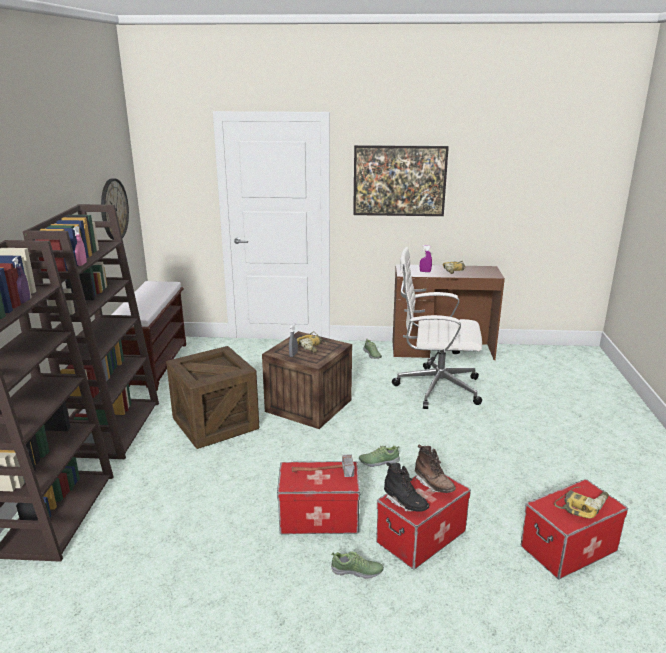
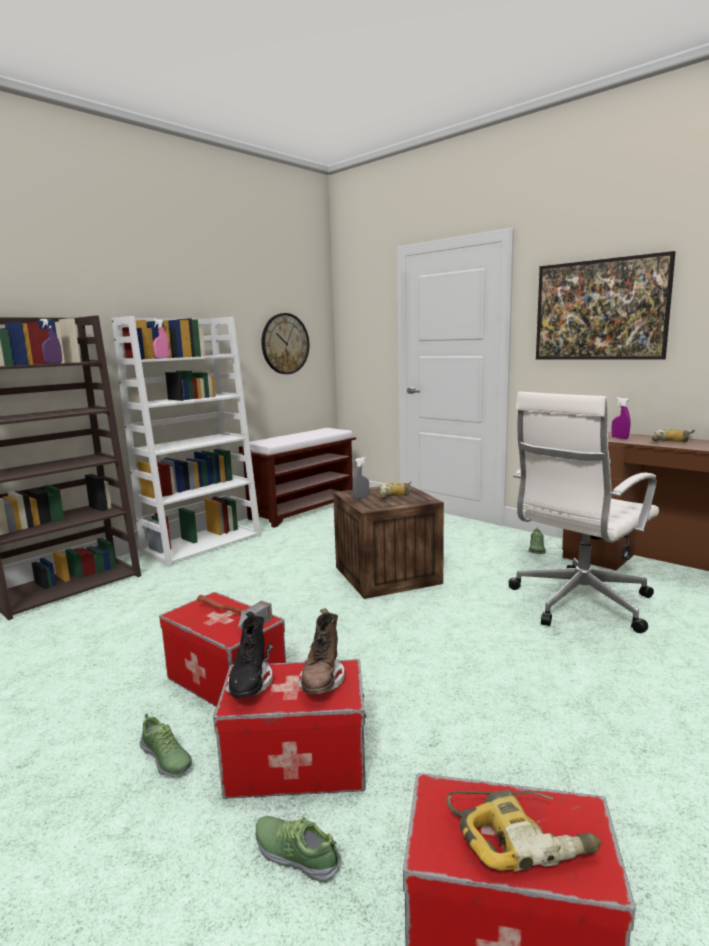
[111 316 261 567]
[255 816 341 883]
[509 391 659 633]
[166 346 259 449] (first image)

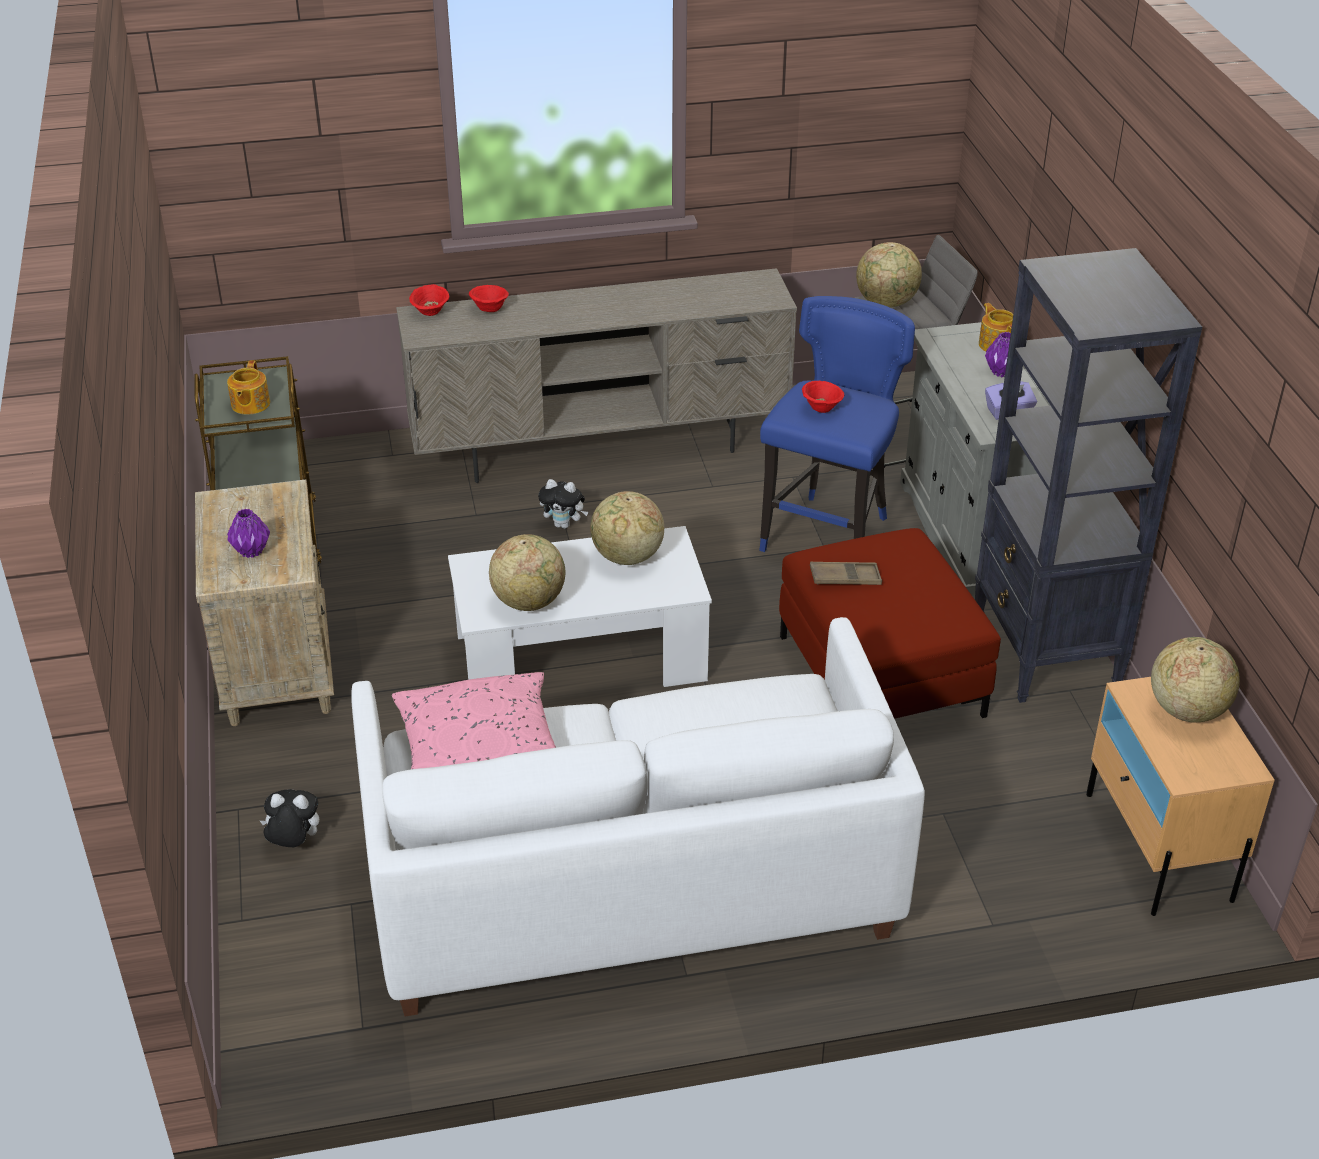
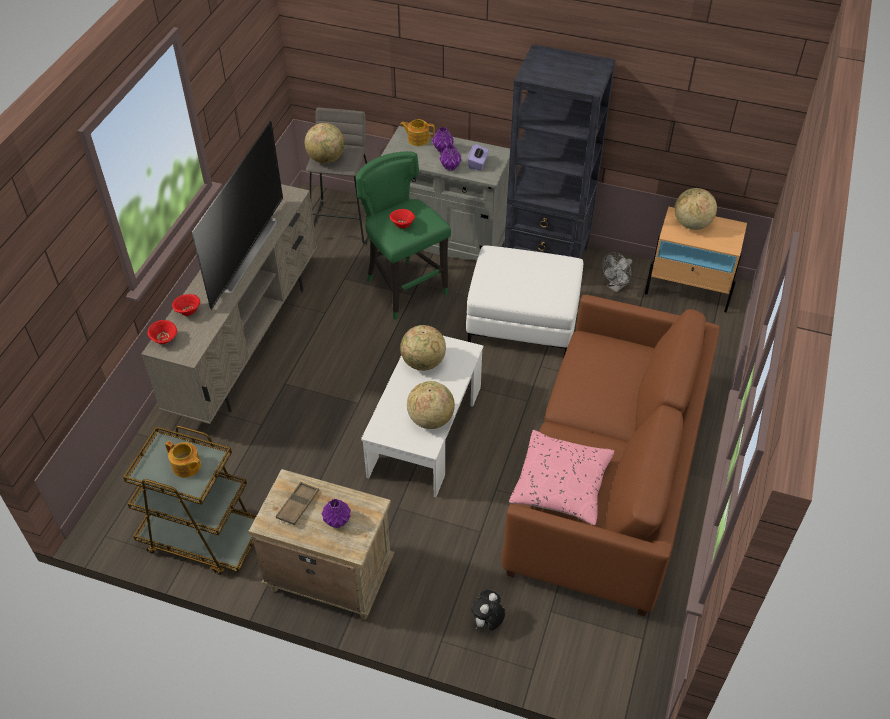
[191 121 283 310]
[276 482 319 525]
[356 151 451 320]
[439 145 462 171]
[466 246 583 356]
[501 295 719 616]
[602 252 632 293]
[538 479 588 529] (first image)

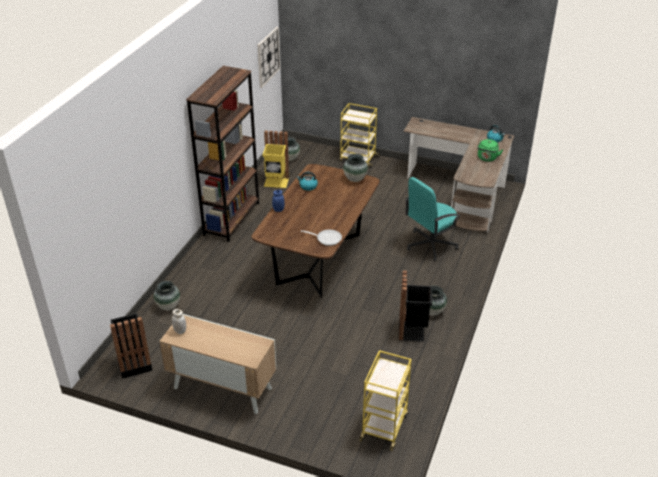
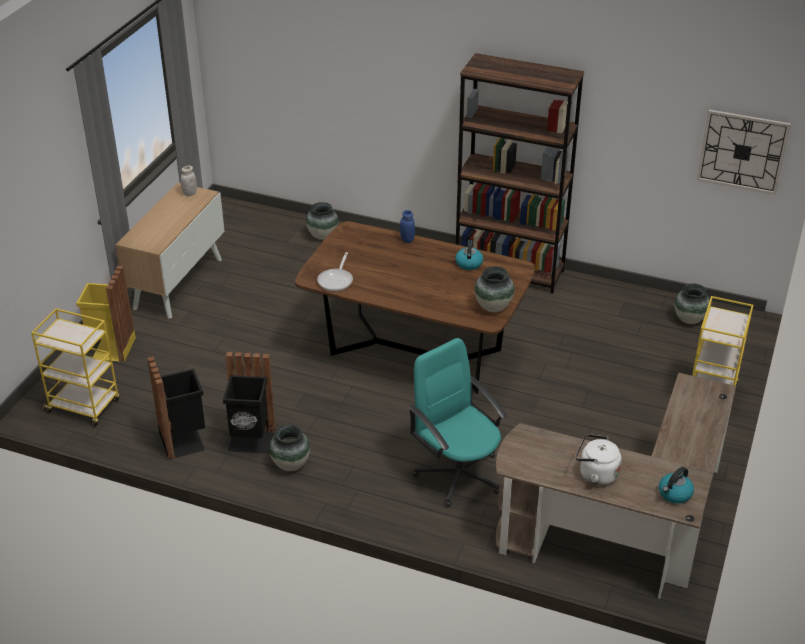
[76 265 136 362]
[147 356 205 460]
[576 434 622 485]

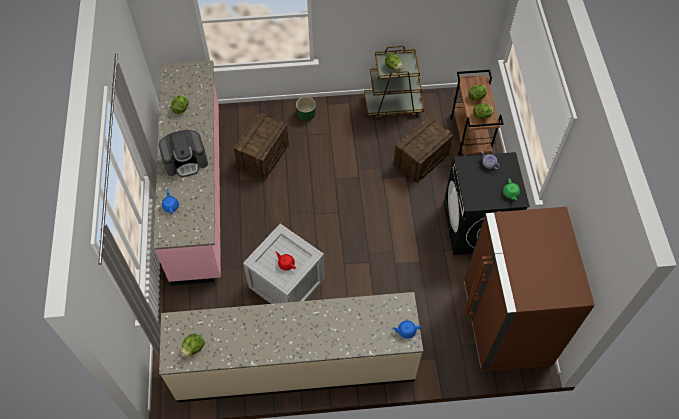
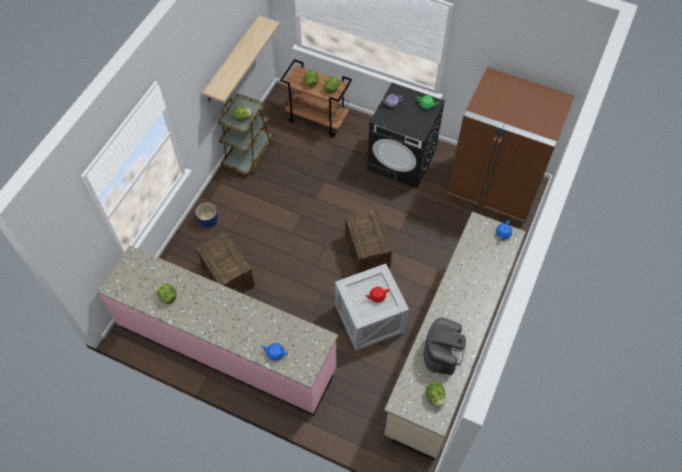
[196 203 218 228]
[202 16 280 103]
[345 209 392 274]
[423 318 466 375]

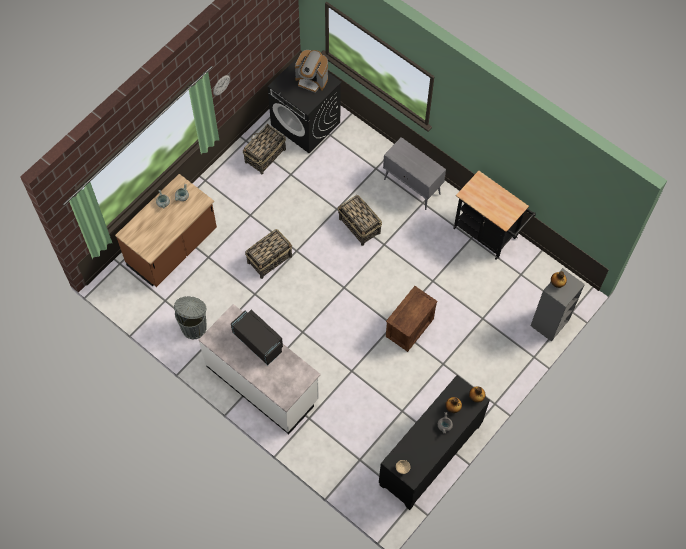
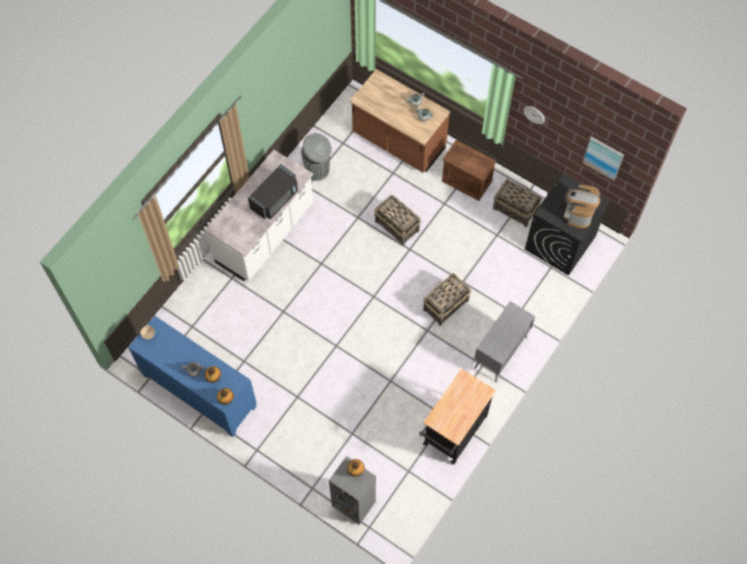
[128 316 257 437]
[442 140 497 201]
[582 136 624 181]

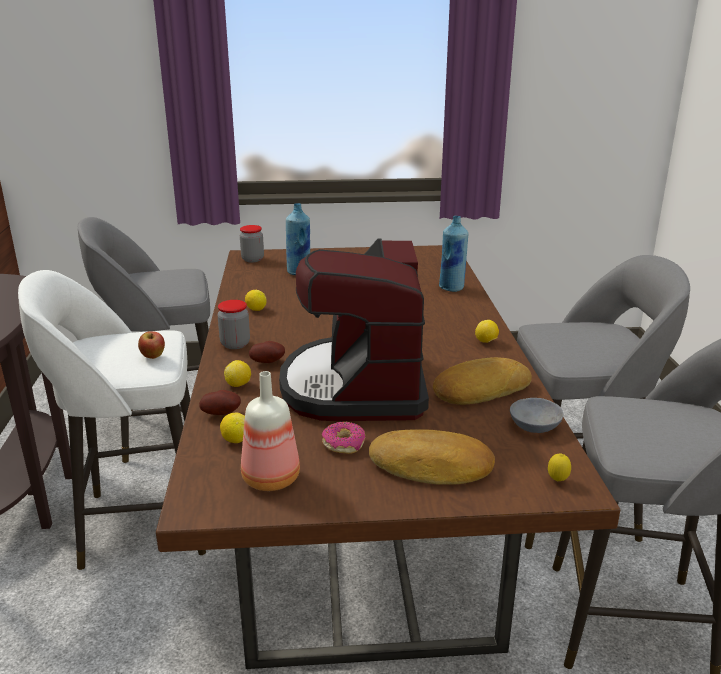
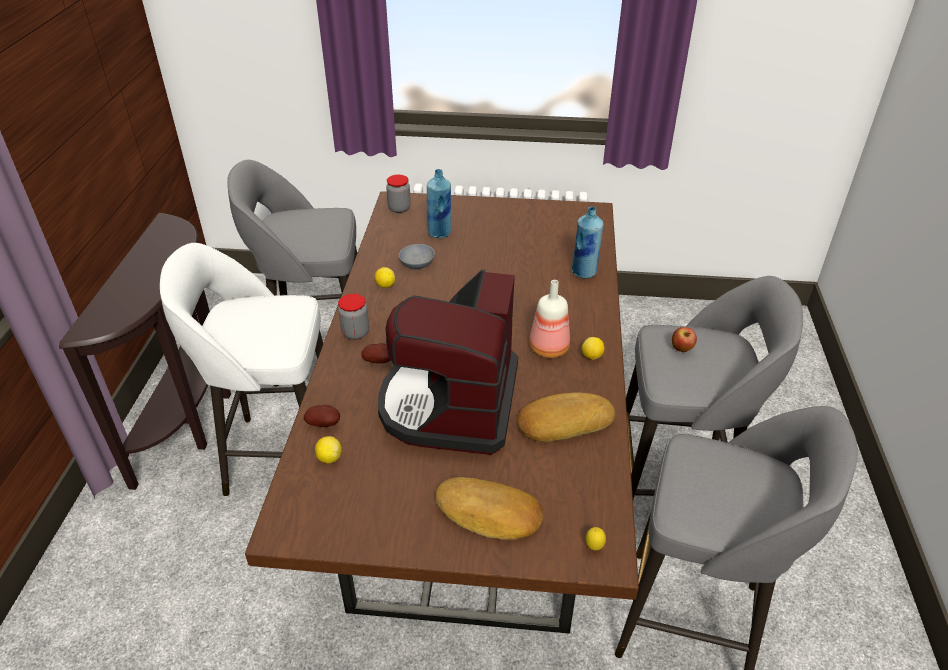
[399 244 435 269]
[529 280 570 358]
[672 327 697 352]
[224 360 251 387] (first image)
[322 422 365 454] (first image)

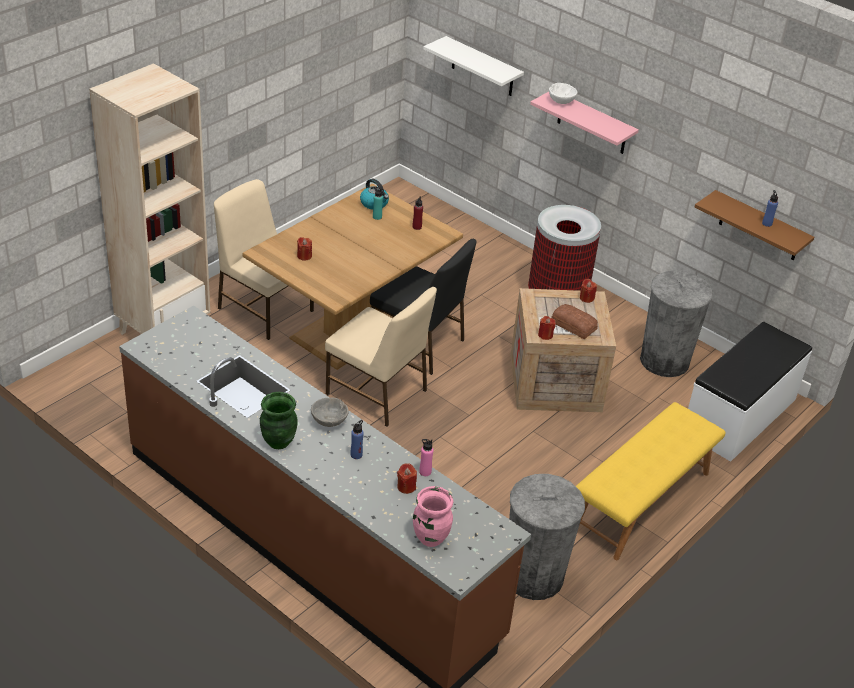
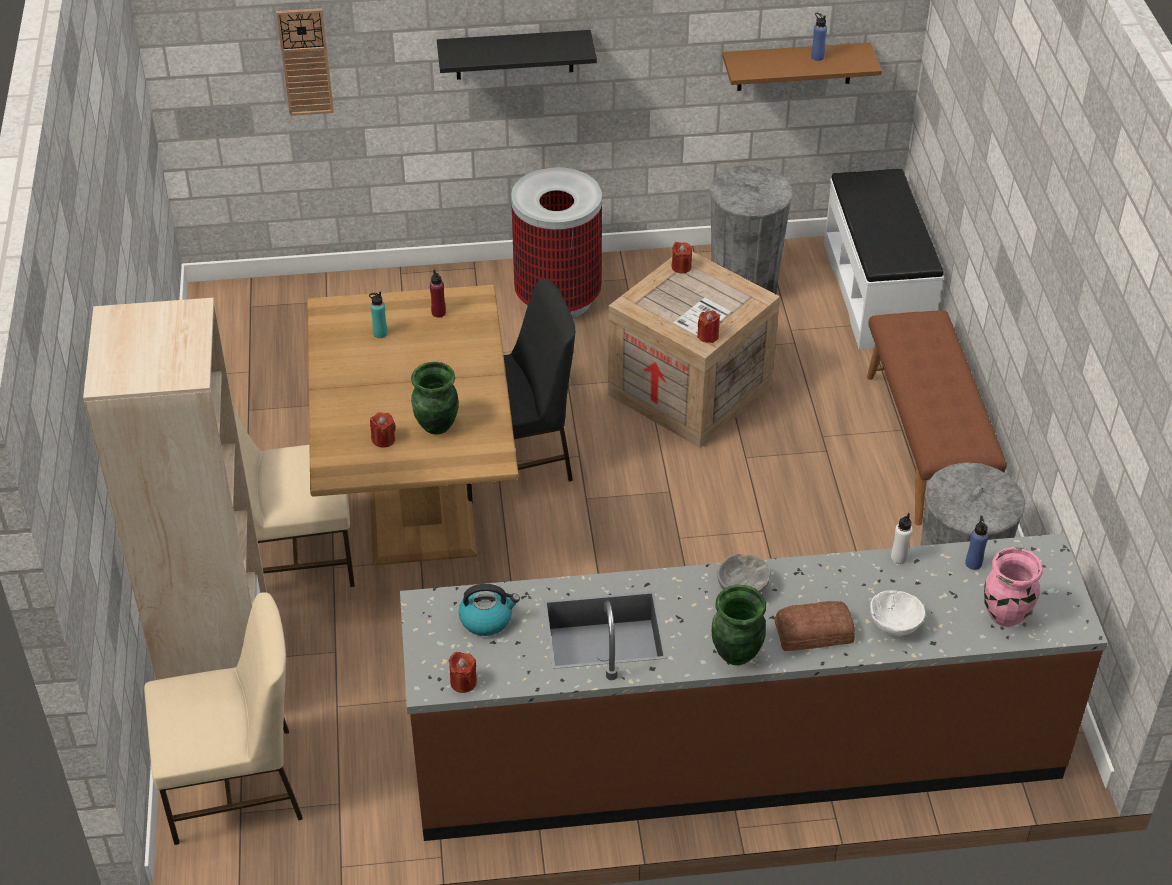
[144 592 303 845]
[276 8 334 116]
[411 362 459 435]
[437 30 597 80]
[449 652 477 693]
[459 584 520 636]
[774 601 855 651]
[867 310 1007 525]
[870 590 925 636]
[891 513 913 564]
[965 516 989 570]

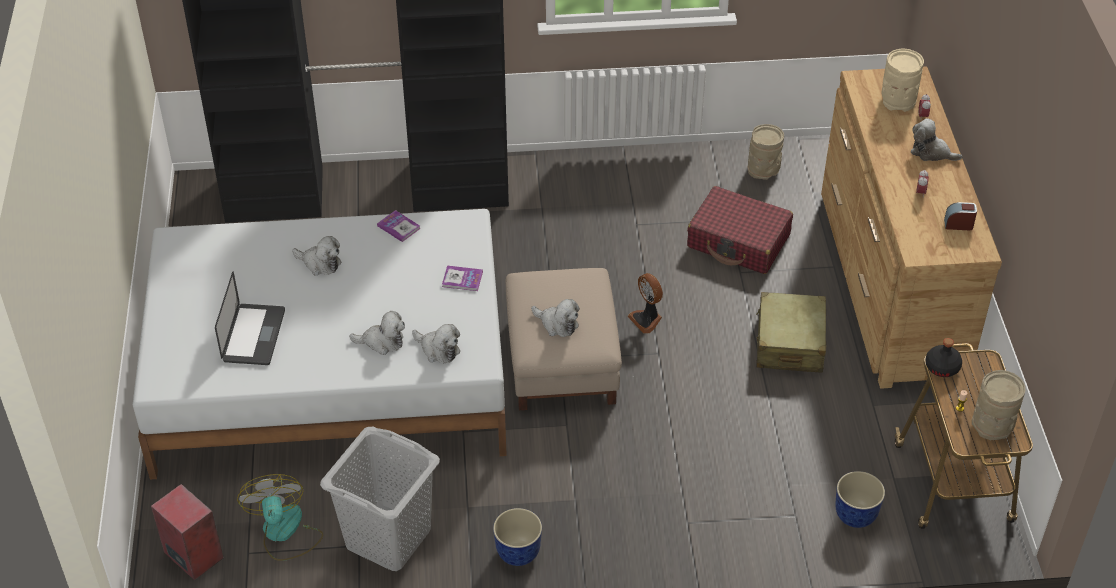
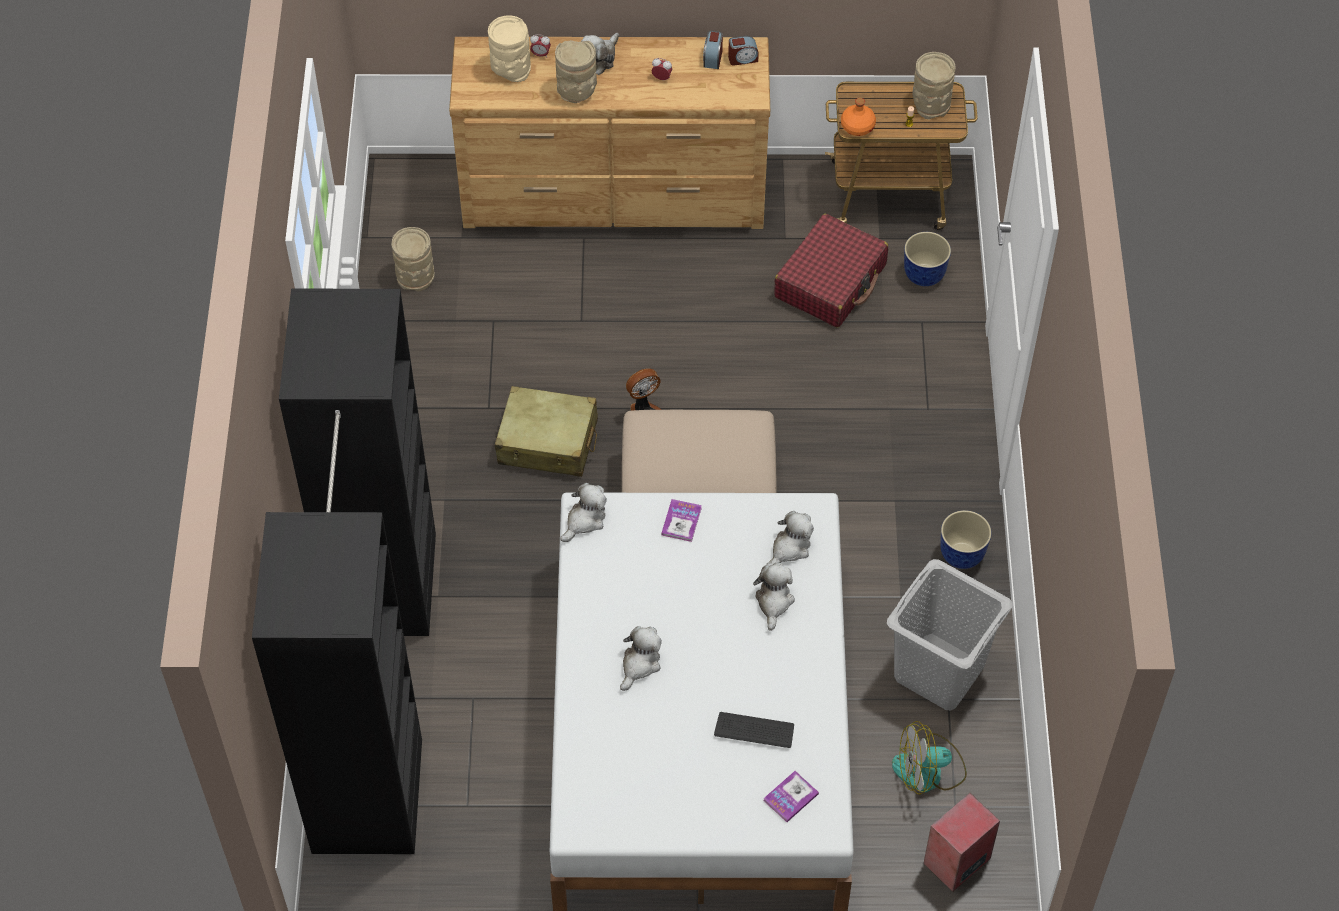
[495 386 598 477]
[555 40 597 103]
[560 483 607 542]
[714 712 794 748]
[728 36 759 66]
[763 771 819 822]
[774 214 888 328]
[841 98 876 136]

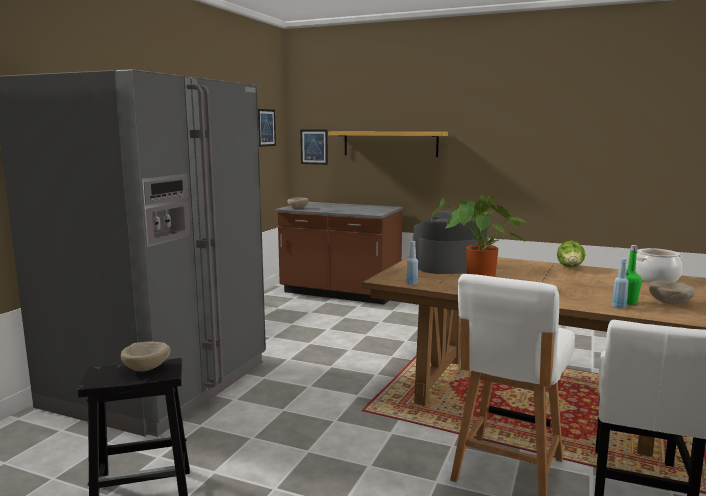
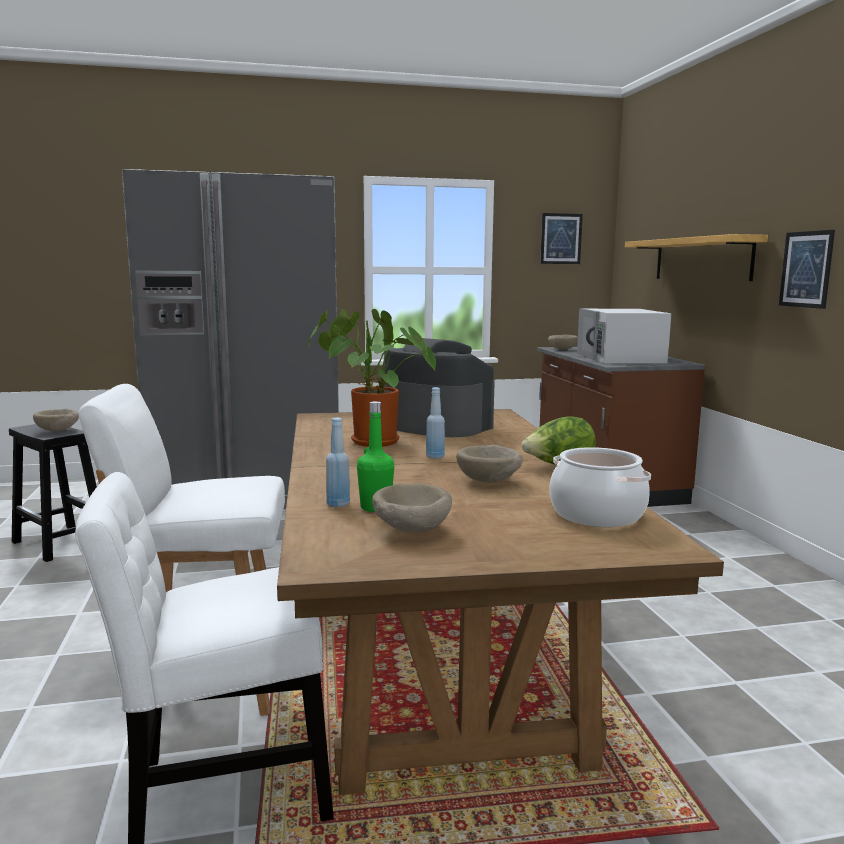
[426 387 445 459]
[456 445 523 482]
[577 309 671 363]
[779 230 835 309]

